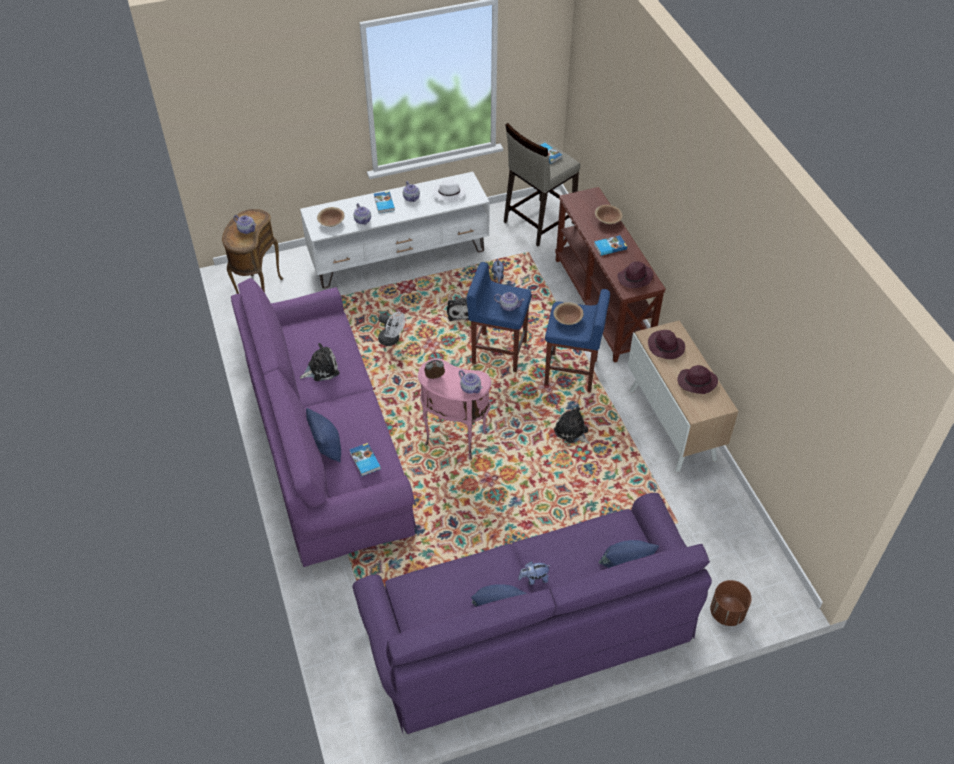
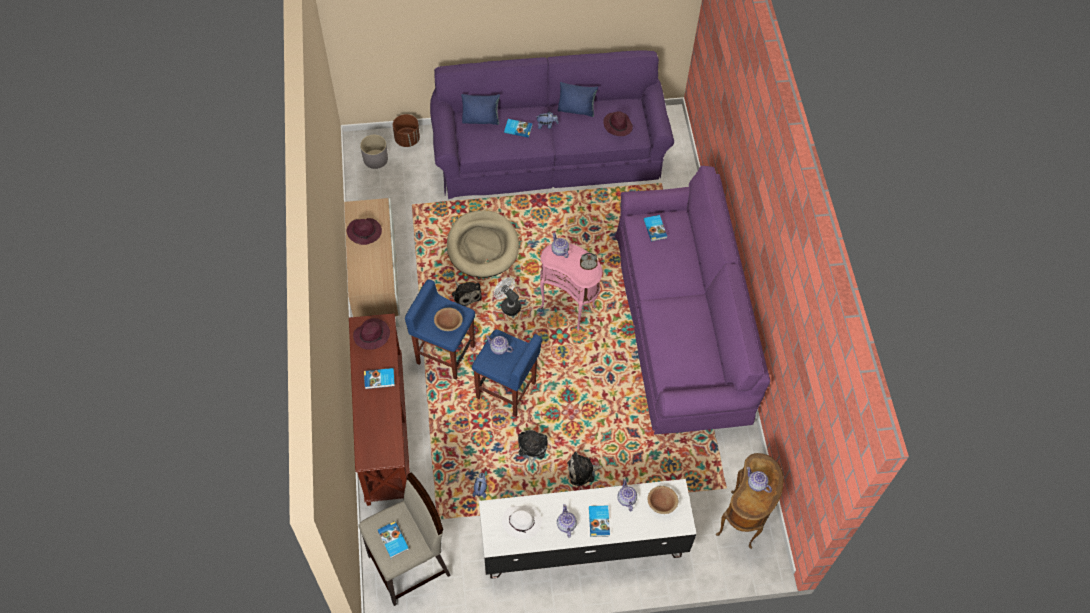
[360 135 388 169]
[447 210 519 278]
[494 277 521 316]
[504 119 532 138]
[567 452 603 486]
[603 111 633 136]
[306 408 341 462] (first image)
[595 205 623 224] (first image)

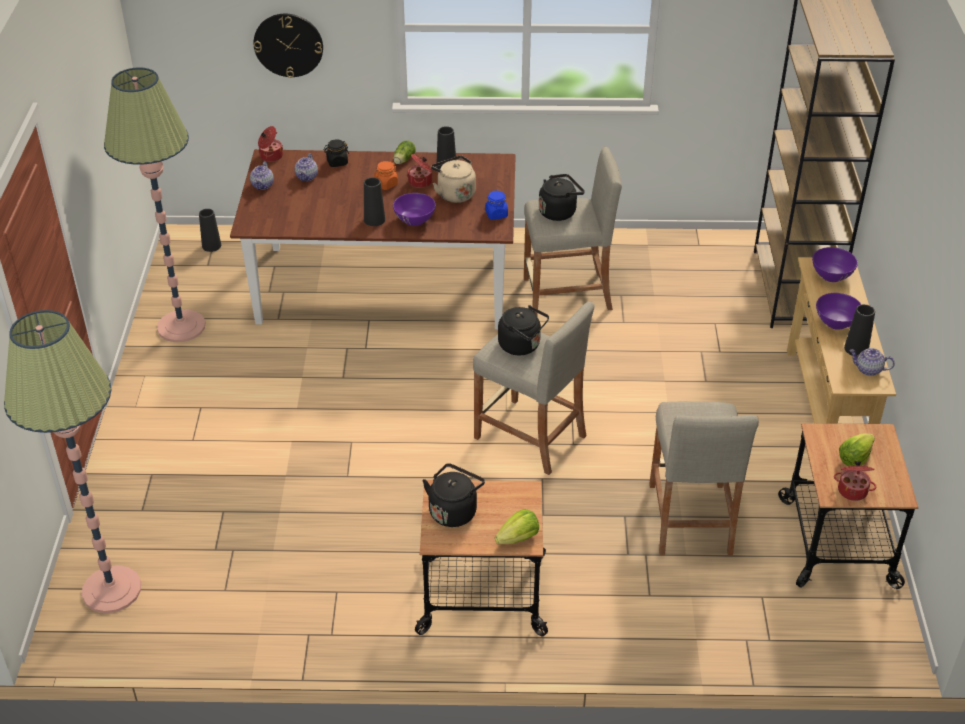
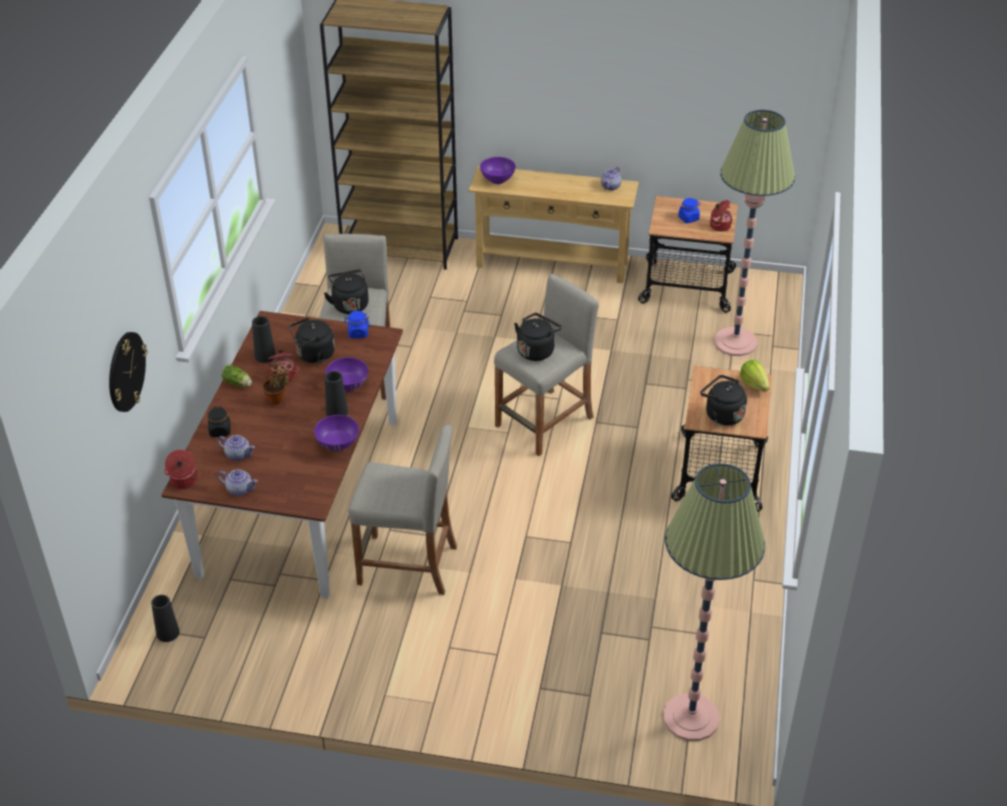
[263 362 290 405]
[289 317 335 363]
[314 415 359 451]
[348 424 457 595]
[678 198 700 223]
[714 110 795 356]
[844 304 875 356] (first image)

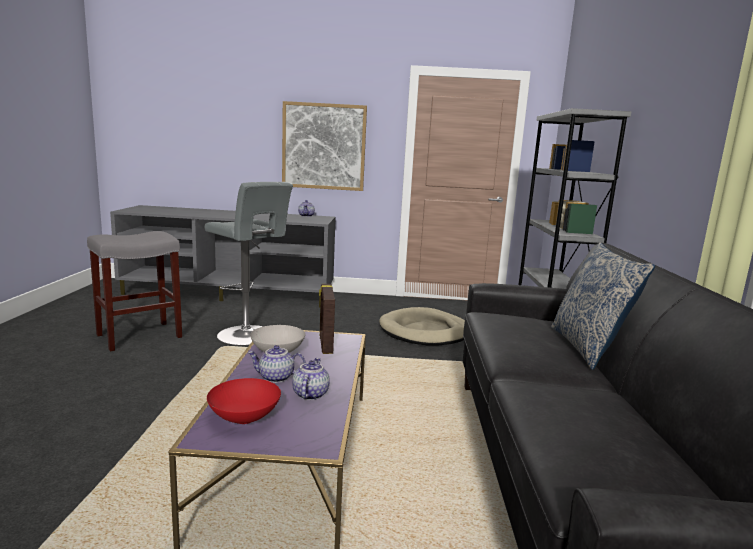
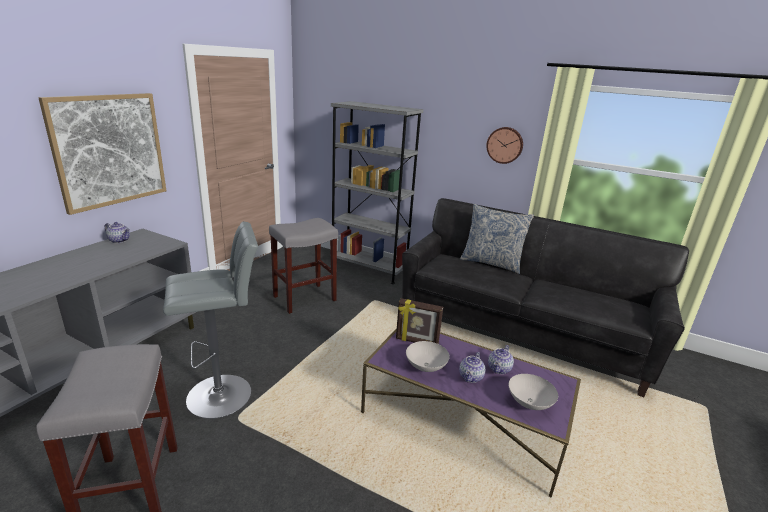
[269 218 338 314]
[486 127 523 164]
[488 345 514 374]
[509 374 558 410]

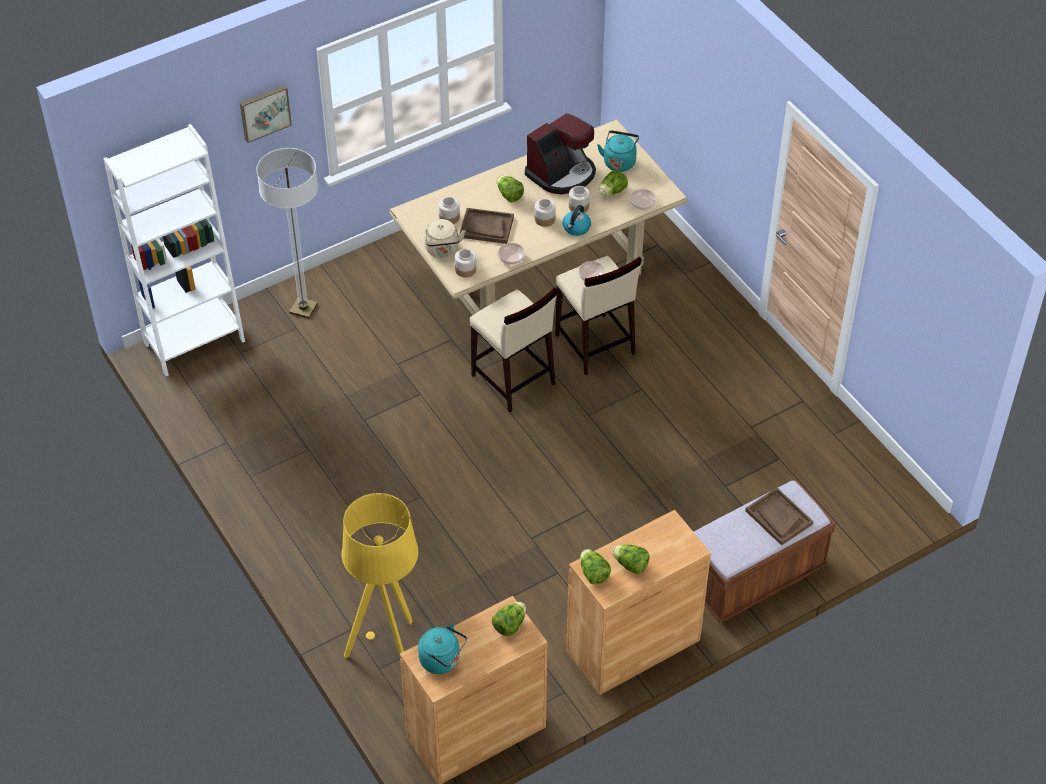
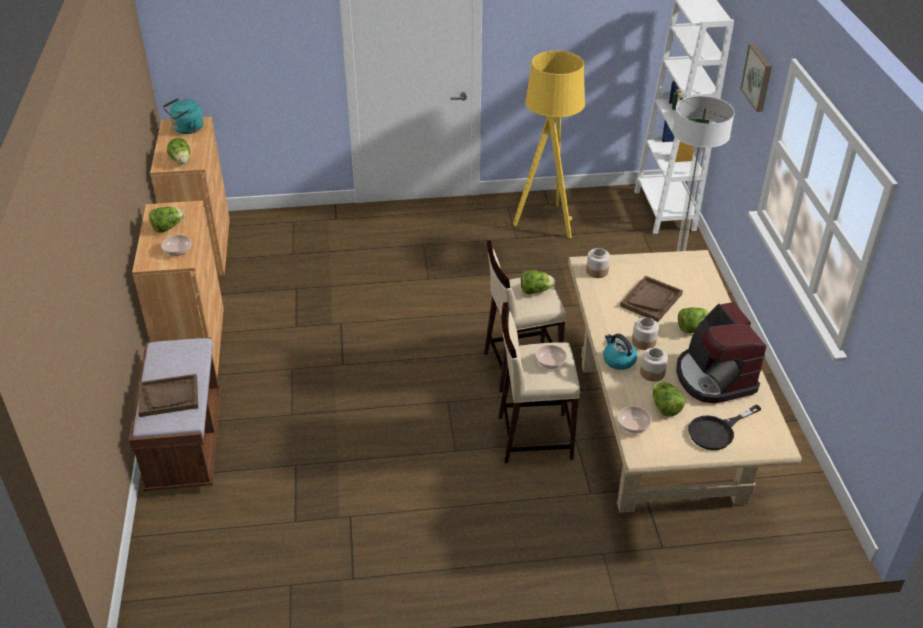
[161 235 191 256]
[513 51 585 238]
[521 270 555 294]
[688 404 762 450]
[424 219 465 258] (first image)
[439 197 460 224] (first image)

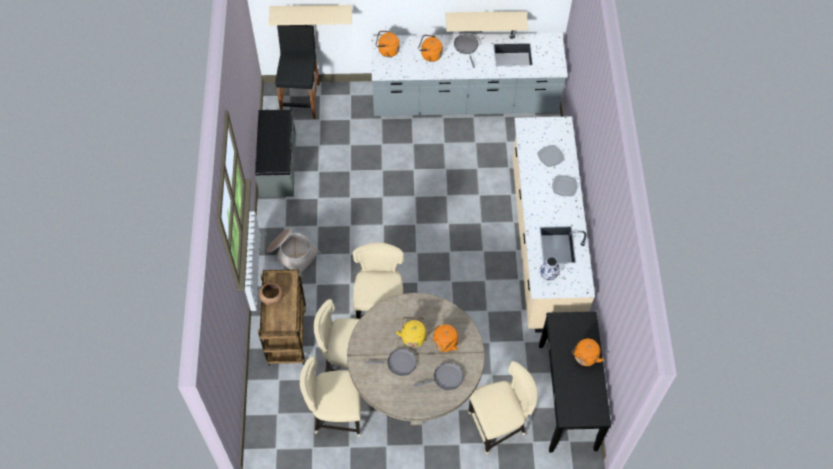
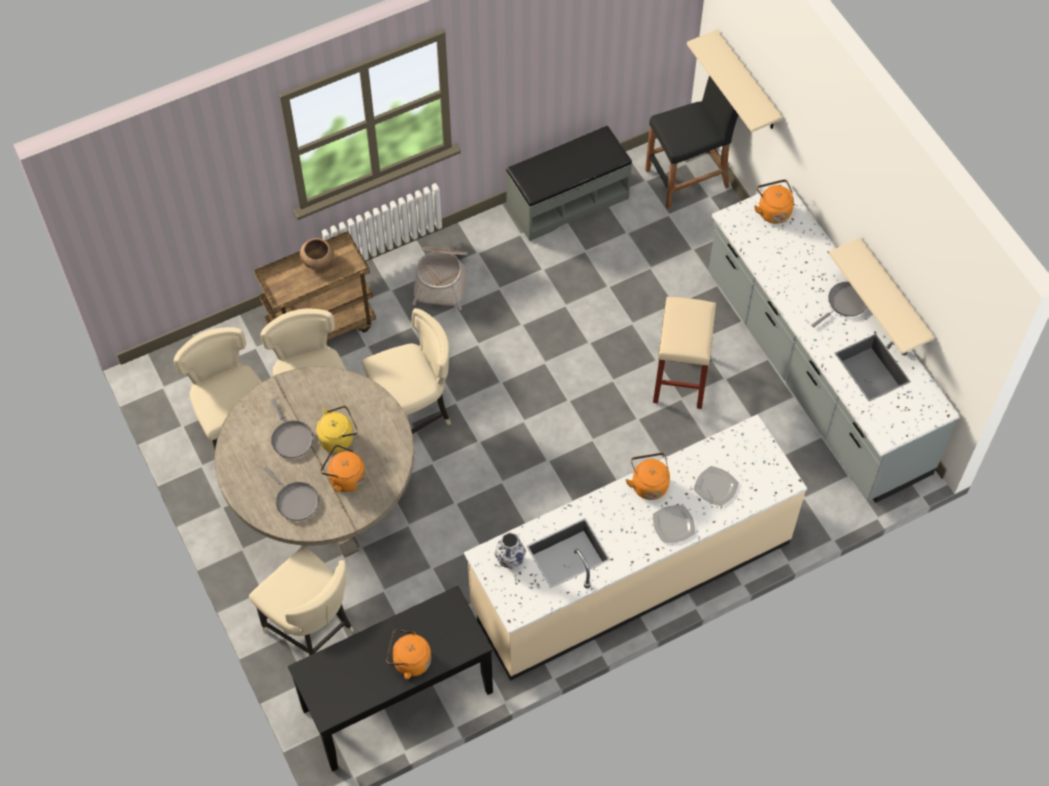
[626 453 670 500]
[653 297 716 409]

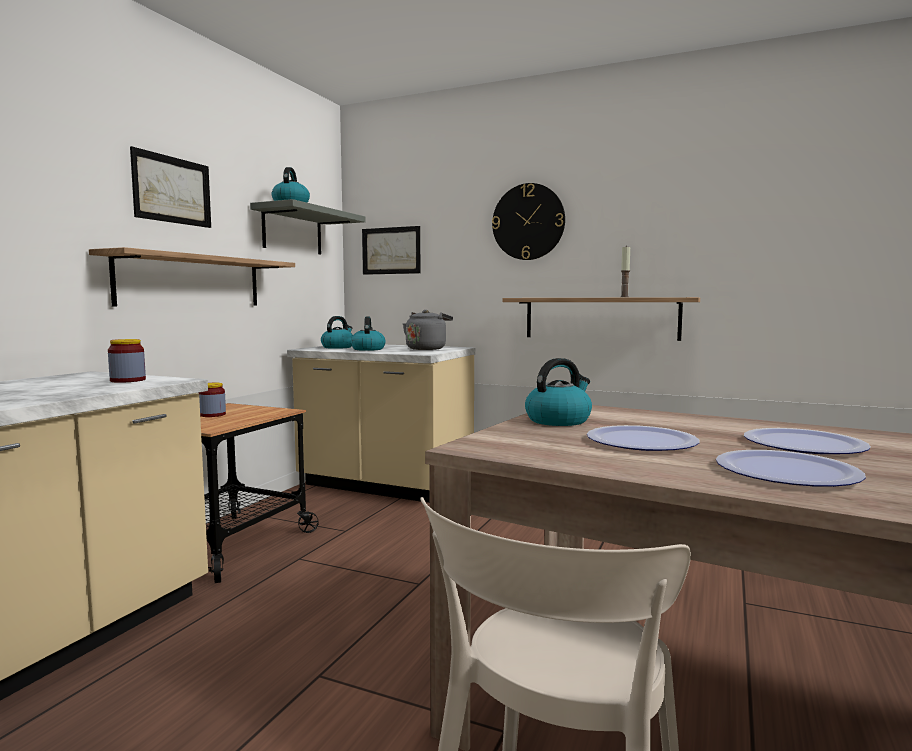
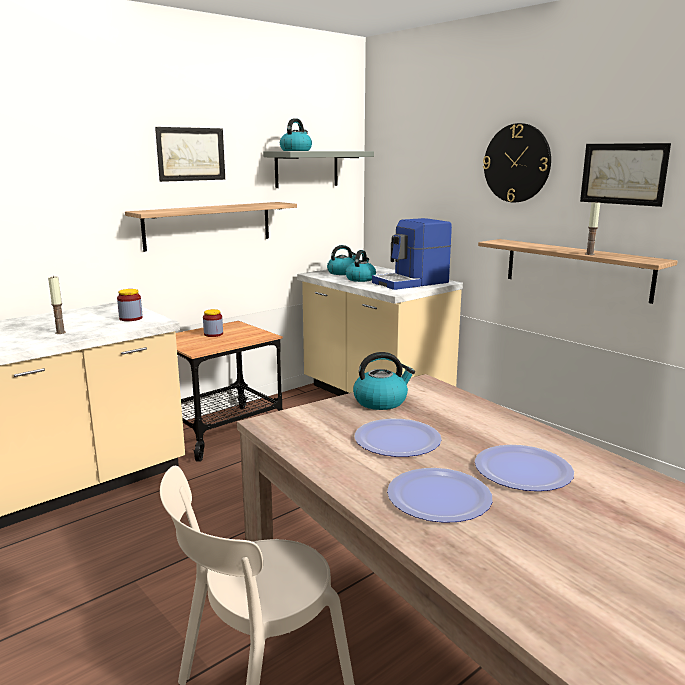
[48 277 66 334]
[372 218 452 290]
[580 143 671 207]

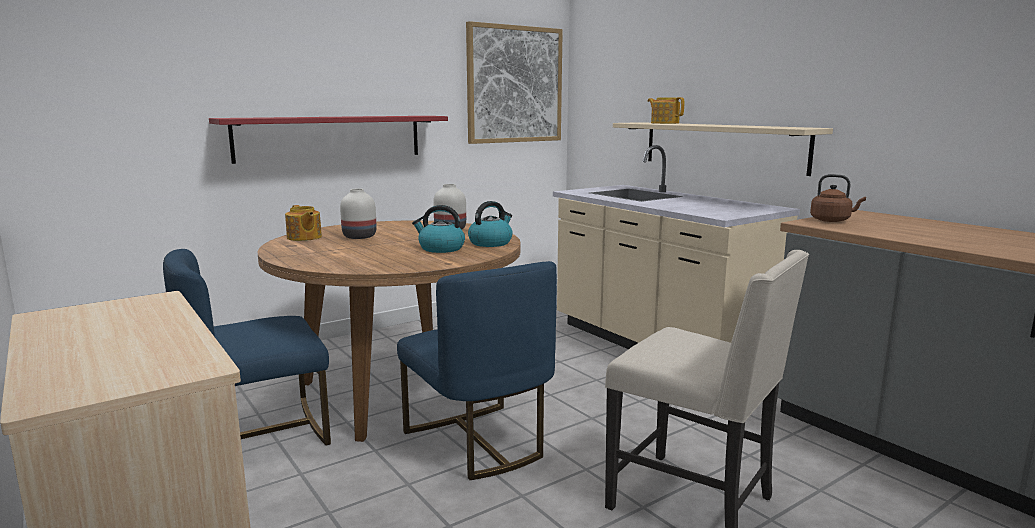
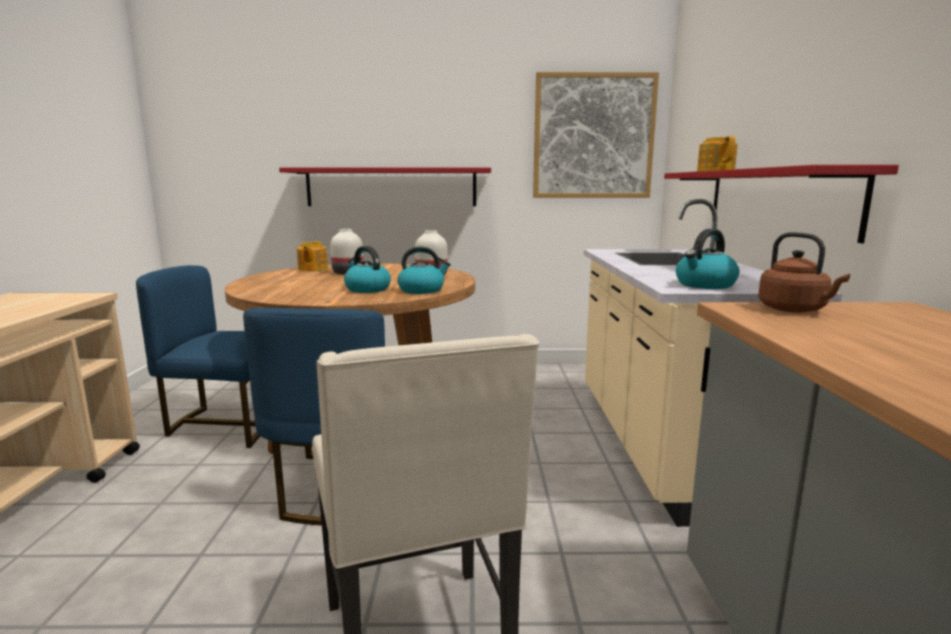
[664 165 899 243]
[676 229 739 289]

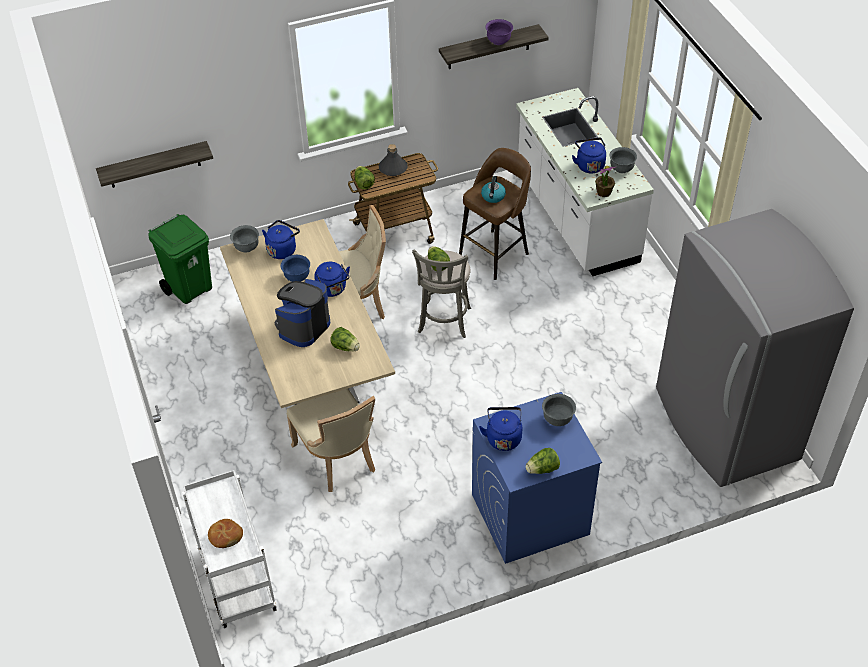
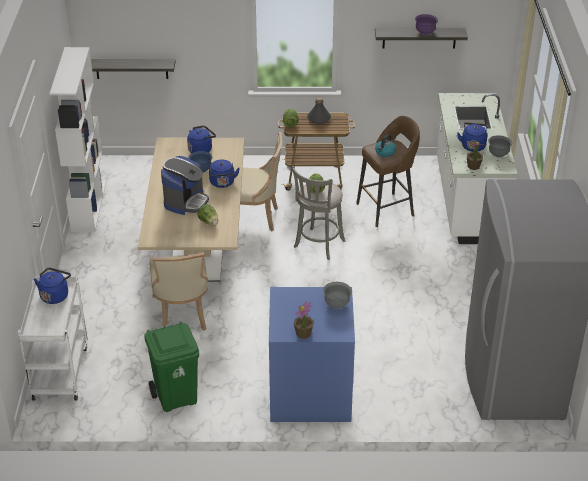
[34 268 71 304]
[50 47 106 232]
[144 322 199 412]
[161 156 209 215]
[294 301 314 339]
[208 519 243 548] (first image)
[230 225 259 253] (first image)

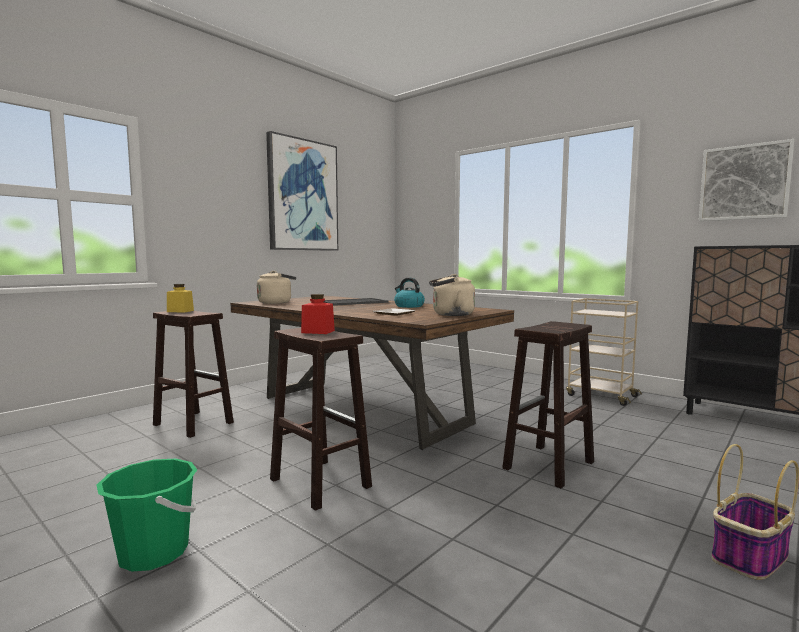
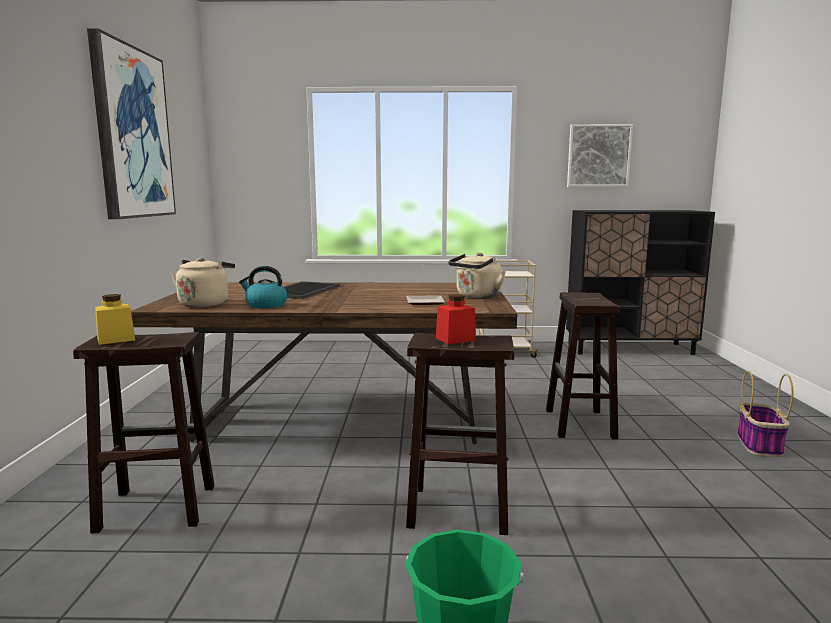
[239 266 287 308]

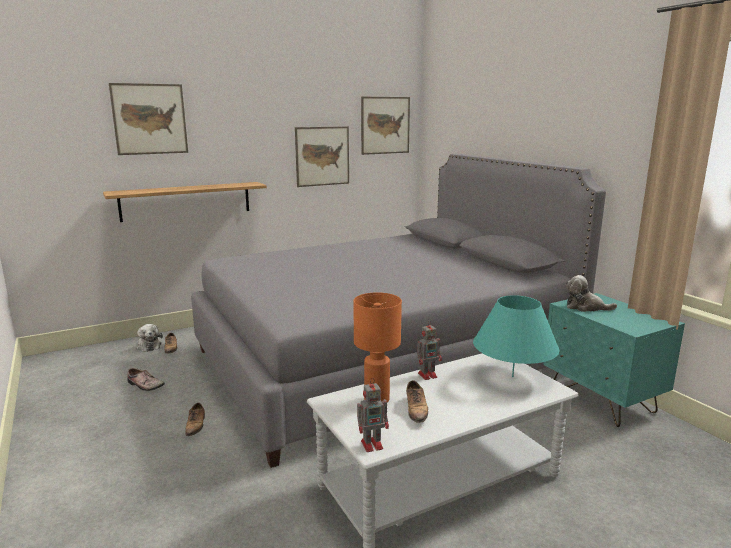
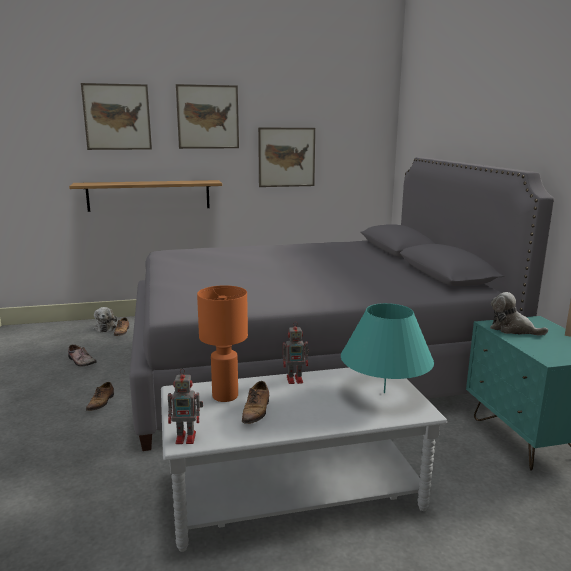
[176 84 239 149]

